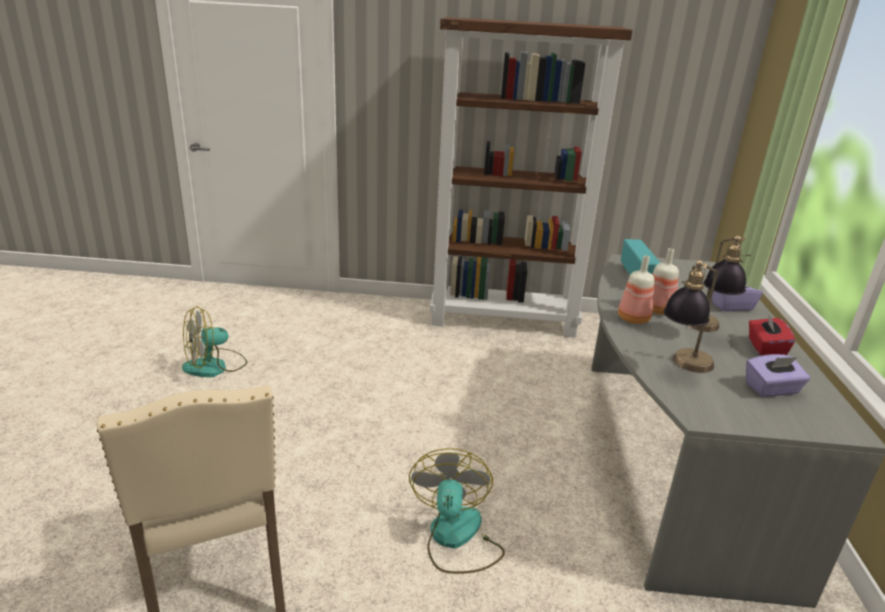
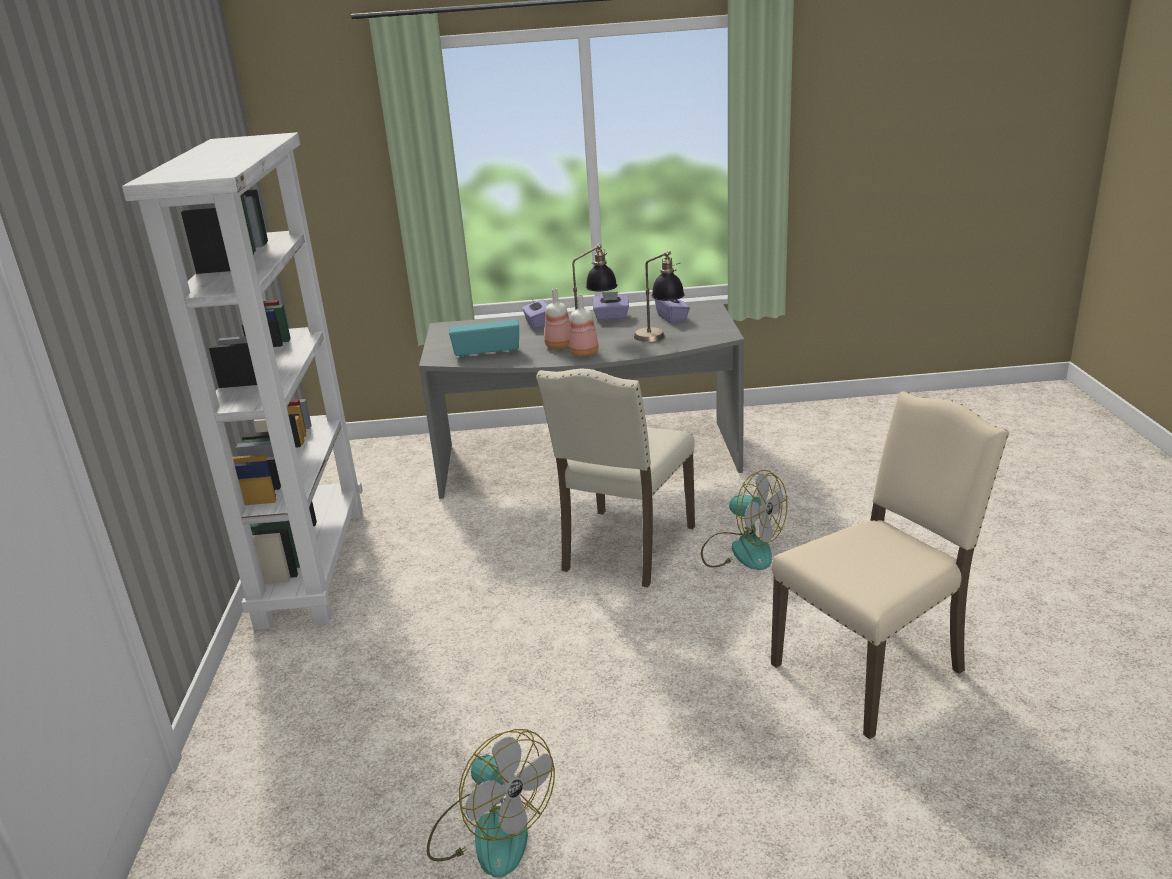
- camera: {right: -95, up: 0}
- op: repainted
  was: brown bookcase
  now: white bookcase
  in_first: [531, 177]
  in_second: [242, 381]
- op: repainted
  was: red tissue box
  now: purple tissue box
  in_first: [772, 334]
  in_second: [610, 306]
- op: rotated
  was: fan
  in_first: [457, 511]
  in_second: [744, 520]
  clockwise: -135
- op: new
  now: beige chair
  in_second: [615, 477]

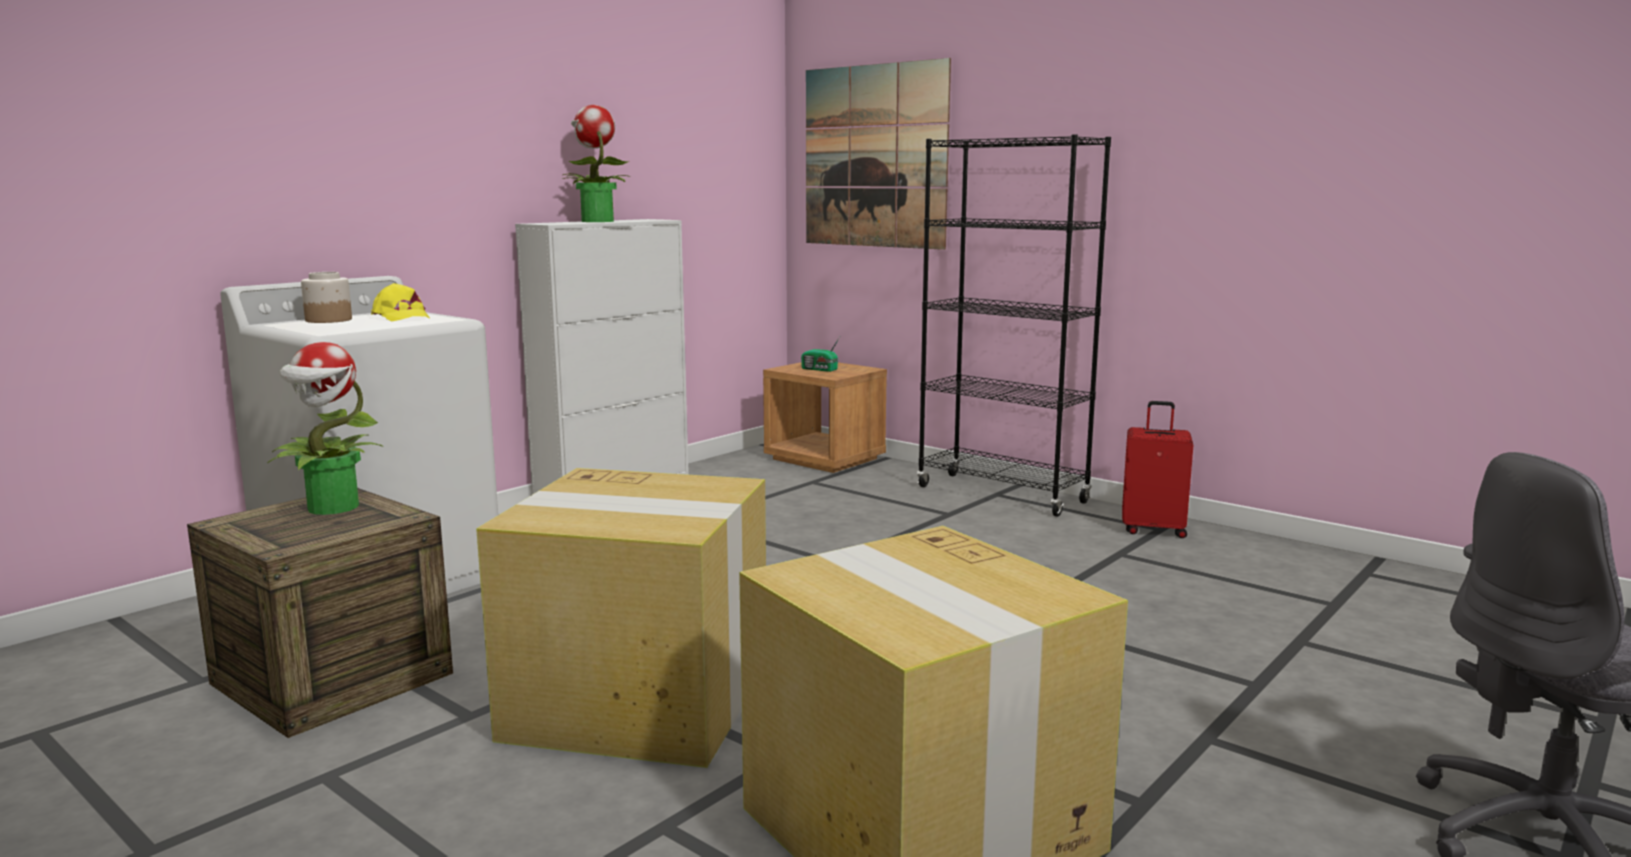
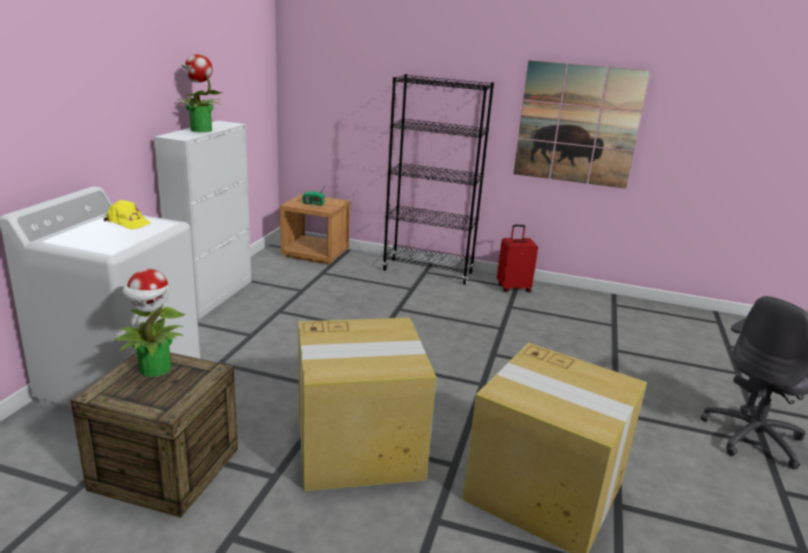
- camera: {right: -25, up: 10}
- op: shifted
  was: picture
  in_first: [878, 154]
  in_second: [581, 124]
- op: gone
  was: jar
  in_first: [326, 297]

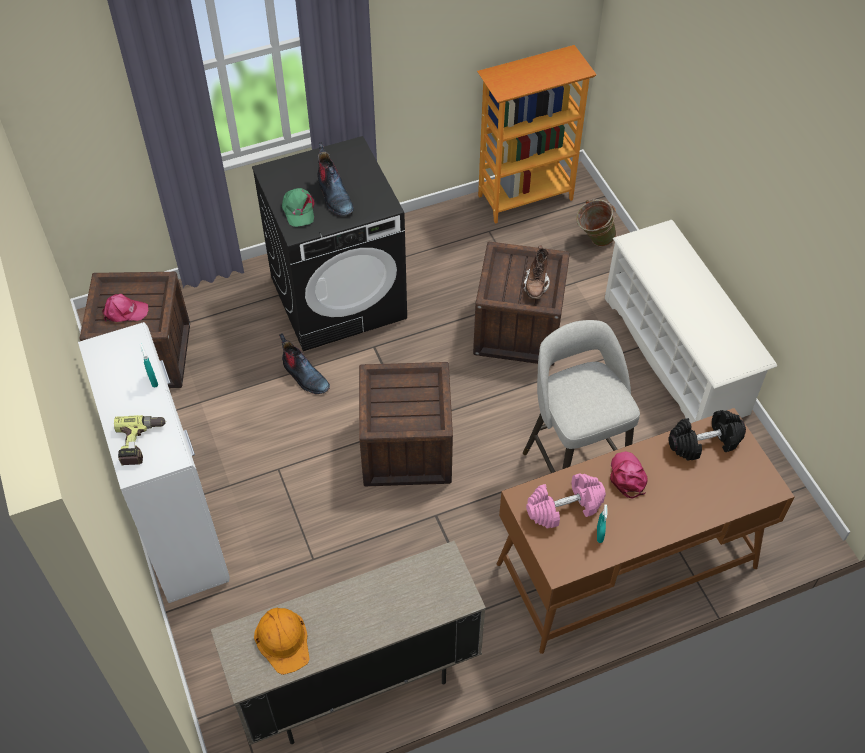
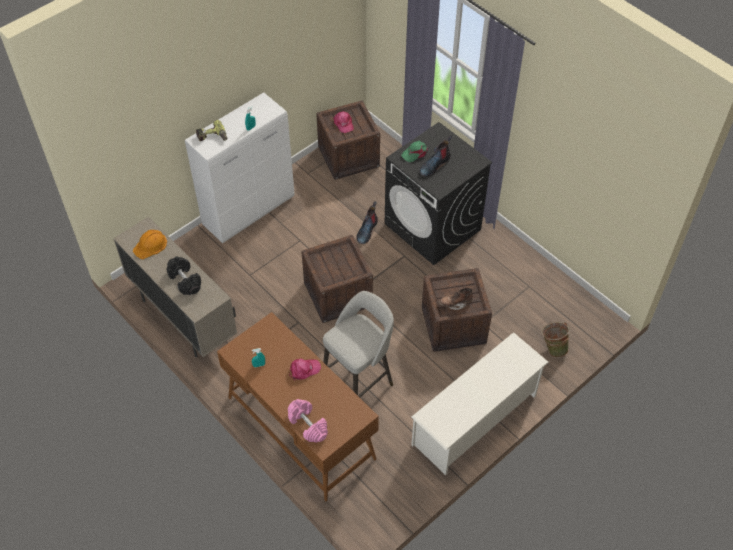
- camera: {right: 70, up: 0}
- op: gone
  was: bookcase
  in_first: [537, 134]
- op: shifted
  was: black dumbbell
  in_first: [707, 435]
  in_second: [184, 275]
- op: shifted
  was: pink dumbbell
  in_first: [566, 500]
  in_second: [308, 421]

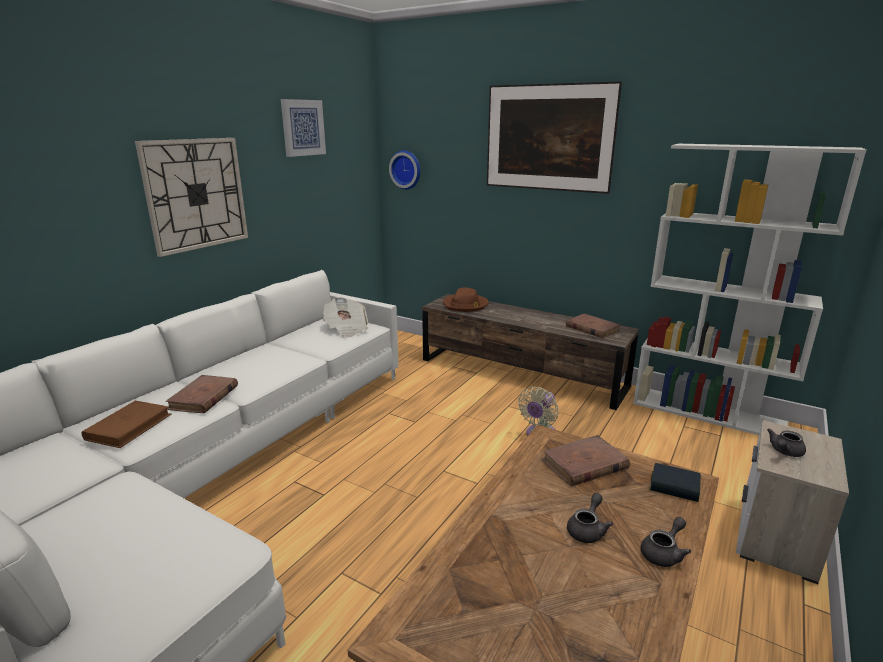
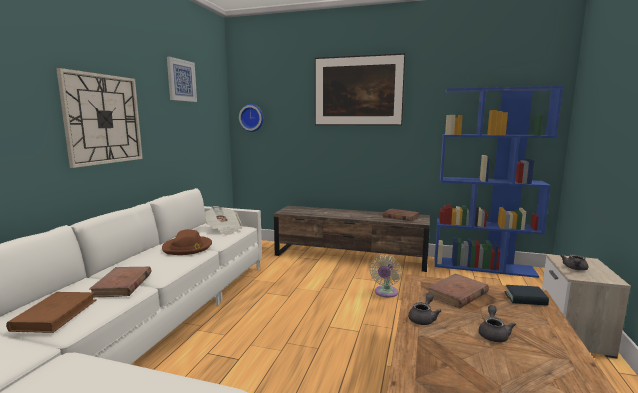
- camera: {right: -15, up: -10}
- op: repainted
  was: white bookcase
  now: blue bookcase
  in_first: [750, 289]
  in_second: [499, 182]
- op: shifted
  was: brown hat
  in_first: [466, 299]
  in_second: [187, 242]
- op: shifted
  was: grey teapot
  in_first: [666, 542]
  in_second: [424, 309]

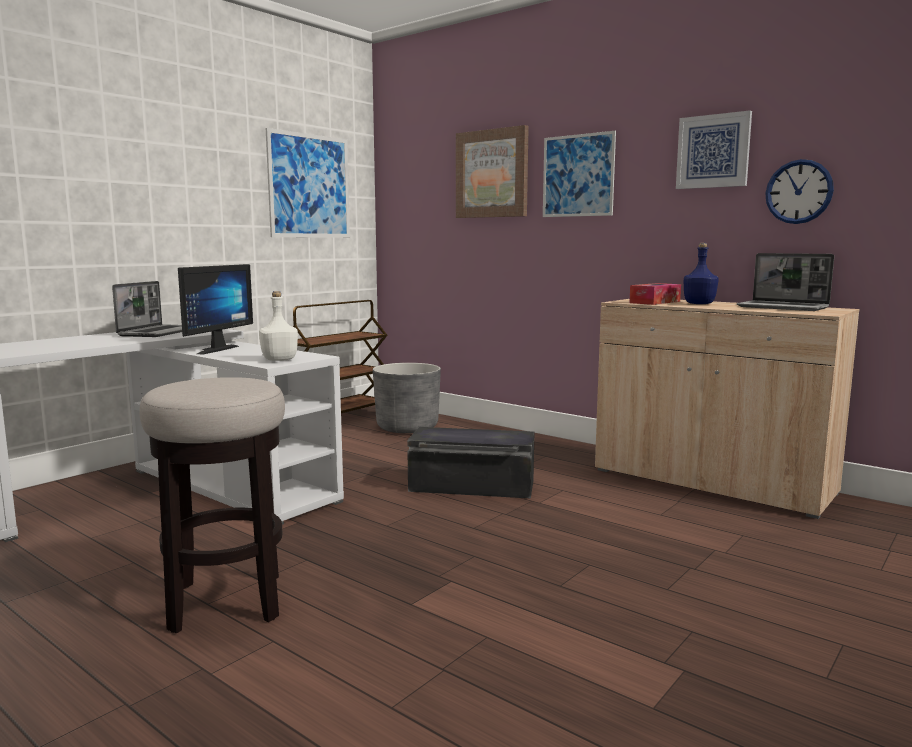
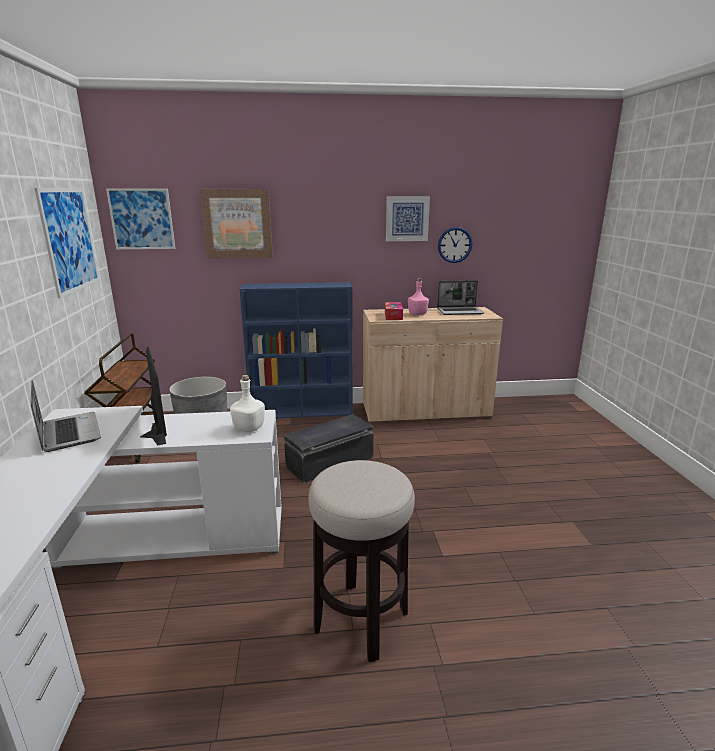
- camera: {right: -45, up: 10}
- op: shifted
  was: picture
  in_first: [579, 174]
  in_second: [140, 218]
- op: repainted
  was: blue bottle
  now: pink bottle
  in_first: [701, 273]
  in_second: [418, 296]
- op: new
  now: blue bookcase
  in_second: [296, 350]

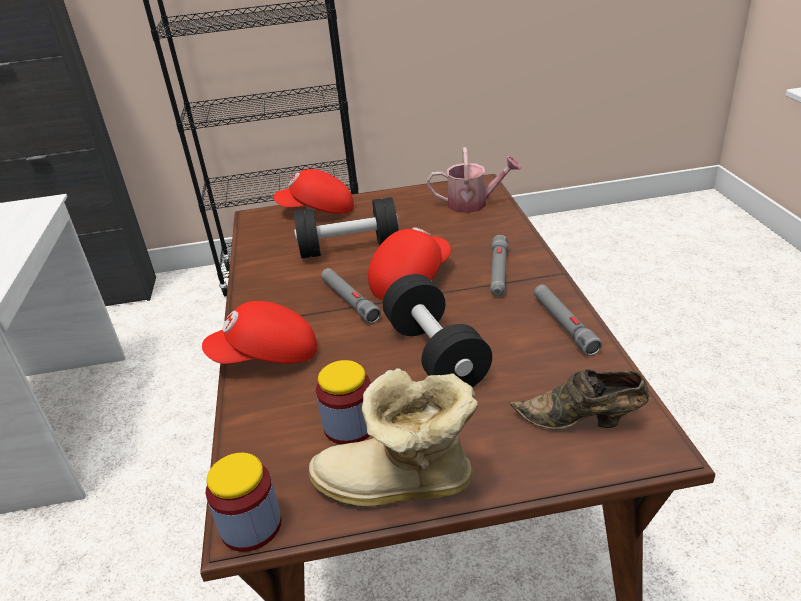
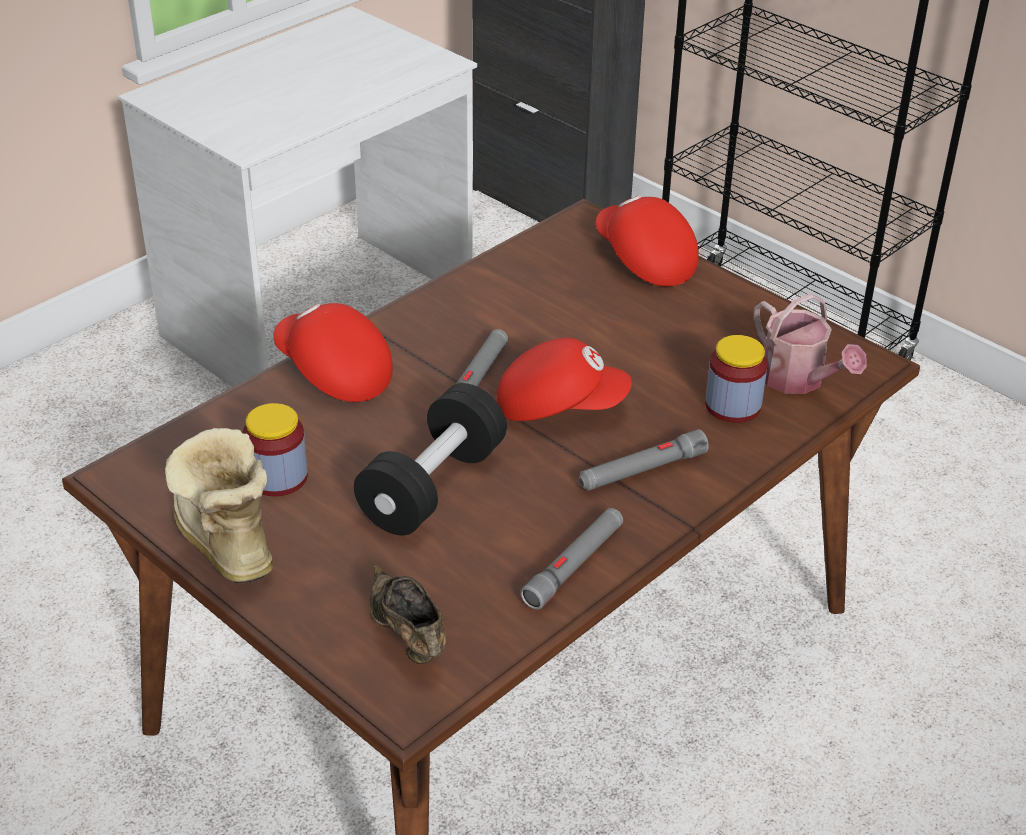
- camera: {right: 50, up: 5}
- op: gone
  was: black dumbbell
  in_first: [346, 228]
- op: shifted
  was: jar
  in_first: [244, 502]
  in_second: [736, 379]

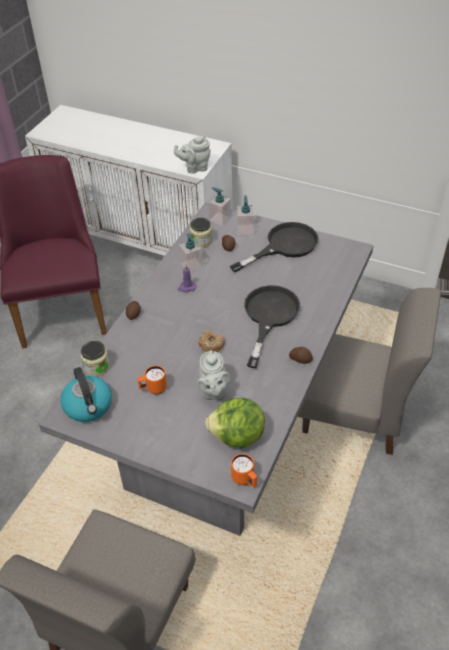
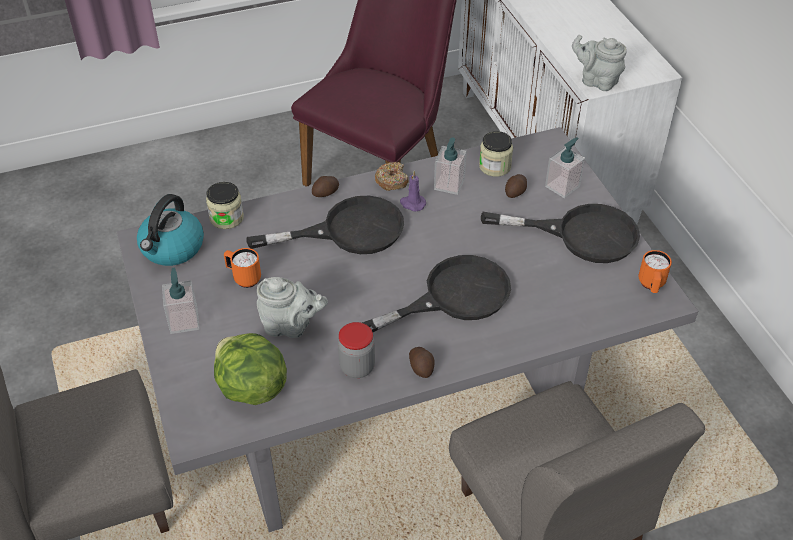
- camera: {right: 45, up: 0}
- op: shifted
  was: soap dispenser
  in_first: [219, 206]
  in_second: [181, 300]
- op: shifted
  was: donut
  in_first: [211, 341]
  in_second: [392, 176]
- op: rotated
  was: grey teapot
  in_first: [214, 375]
  in_second: [292, 307]
  clockwise: -120
- op: shifted
  was: orange mug
  in_first: [244, 470]
  in_second: [655, 271]
- op: new
  now: black frying pan
  in_second: [325, 225]
- op: new
  now: jar
  in_second: [356, 350]

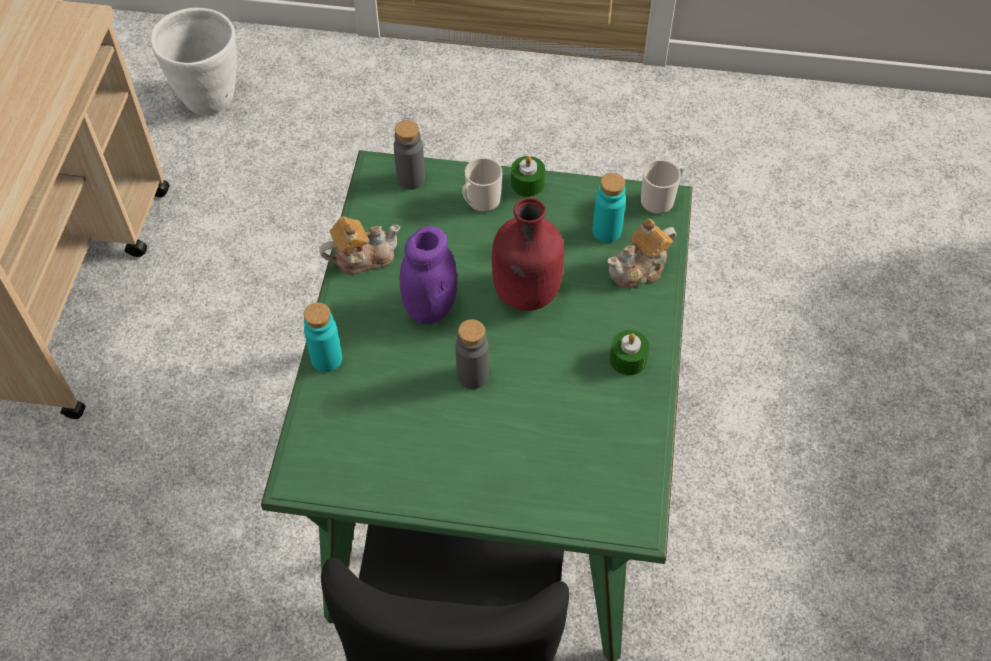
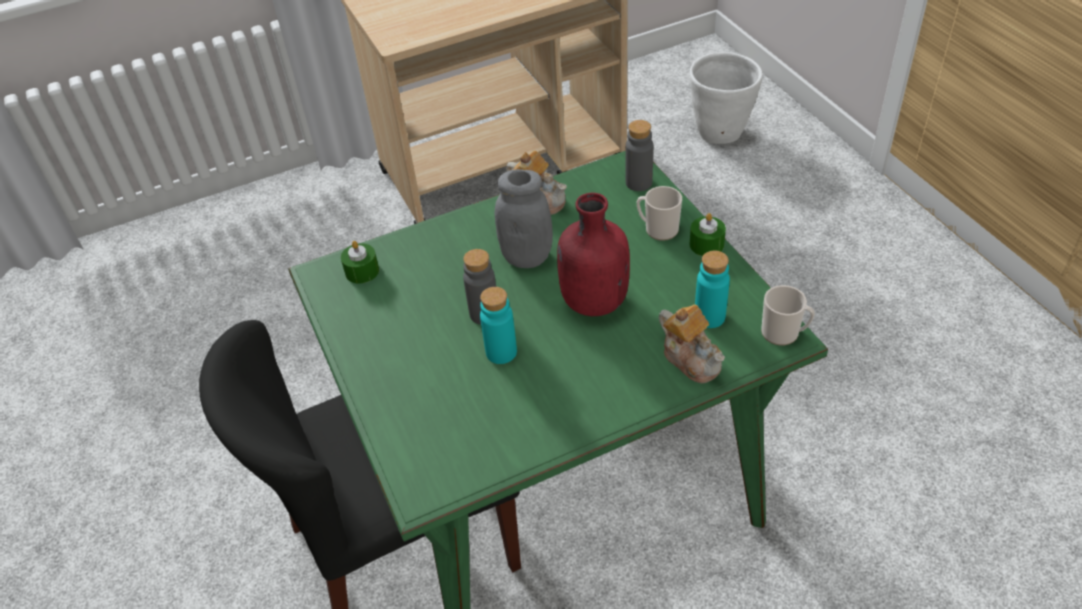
- camera: {right: 60, up: -10}
- op: rotated
  was: teapot
  in_first: [642, 253]
  in_second: [691, 343]
  clockwise: -150
- op: repainted
  was: purple jar
  now: grey jar
  in_first: [428, 275]
  in_second: [524, 218]
- op: shifted
  was: turquoise bottle
  in_first: [323, 337]
  in_second: [498, 325]
- op: shifted
  was: green candle
  in_first: [630, 352]
  in_second: [360, 262]

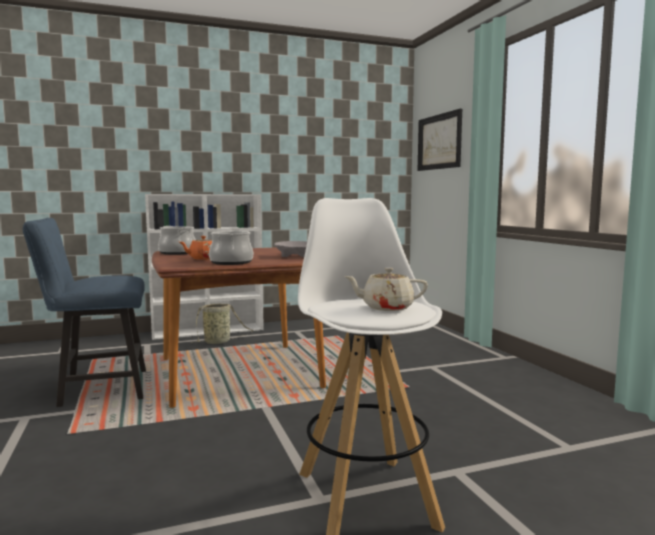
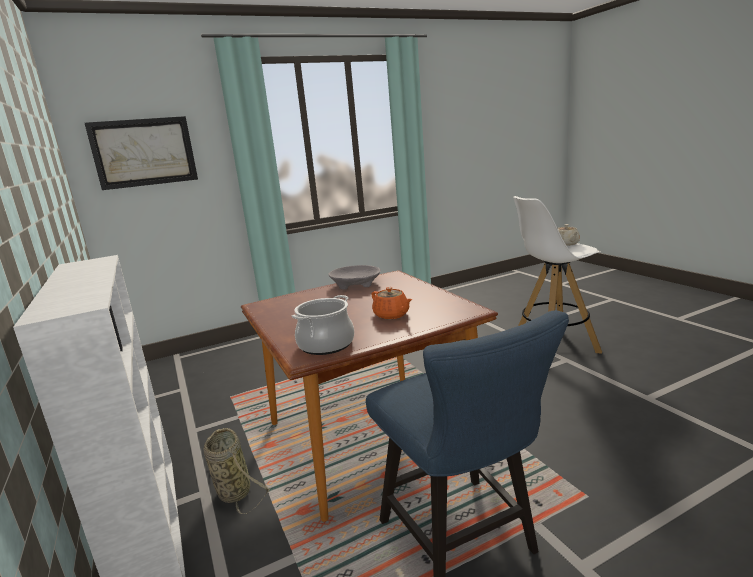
- camera: {right: -95, up: 10}
- op: gone
  was: cooking pot
  in_first: [231, 247]

